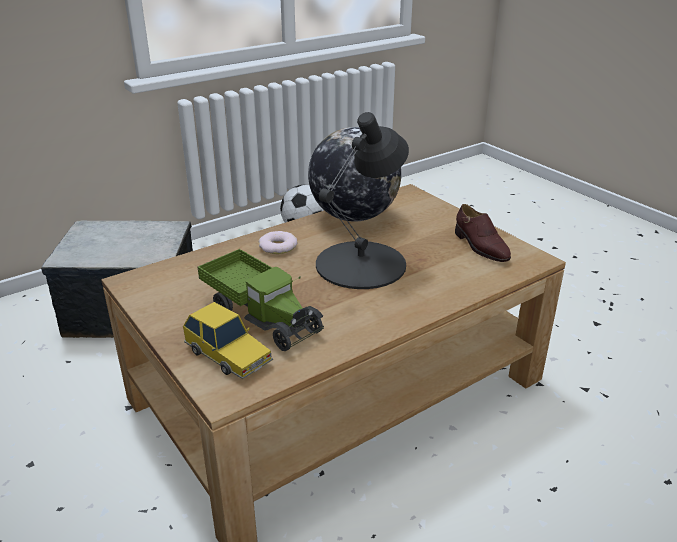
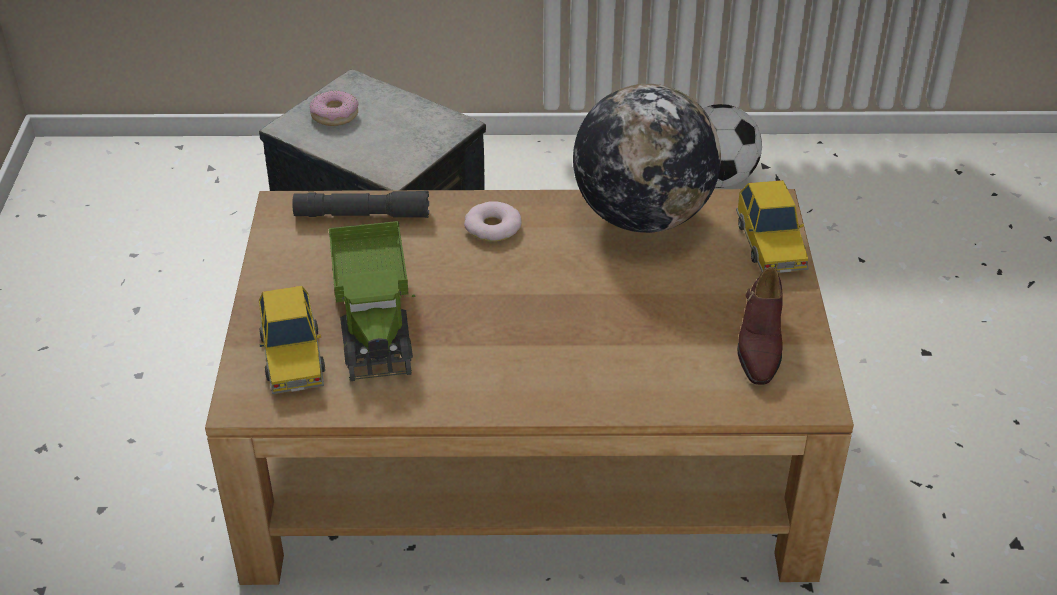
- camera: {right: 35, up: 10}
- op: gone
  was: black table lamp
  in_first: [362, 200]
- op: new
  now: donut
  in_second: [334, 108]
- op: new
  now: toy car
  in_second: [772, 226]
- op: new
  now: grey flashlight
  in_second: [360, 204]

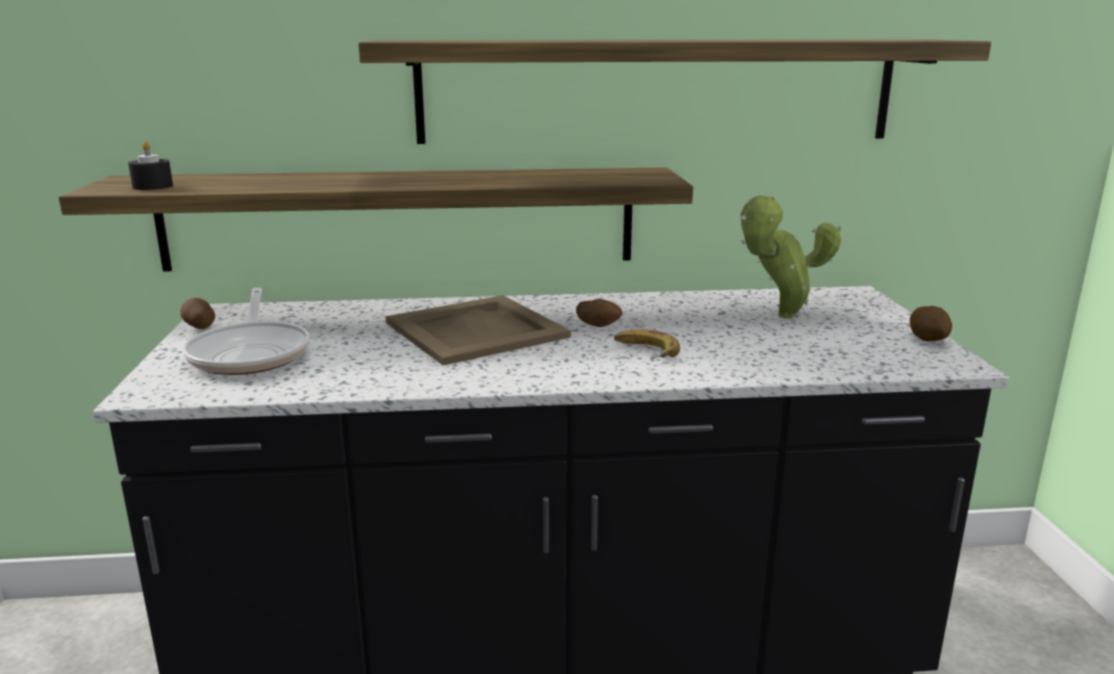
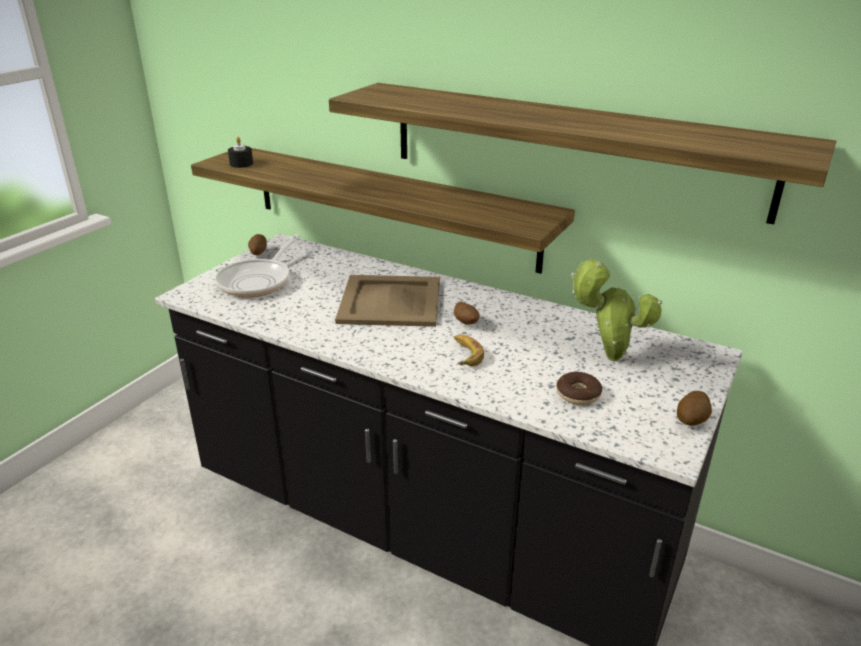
- camera: {right: 35, up: 10}
- op: new
  now: donut
  in_second: [579, 388]

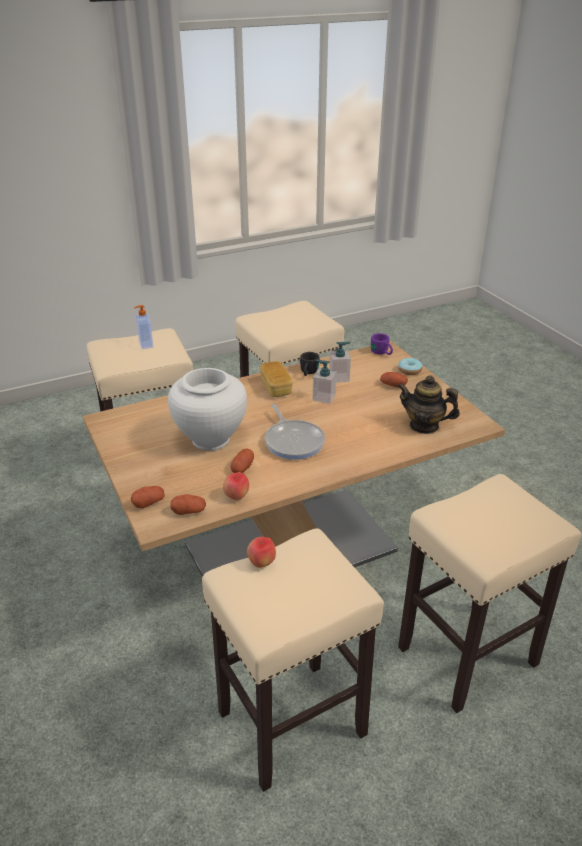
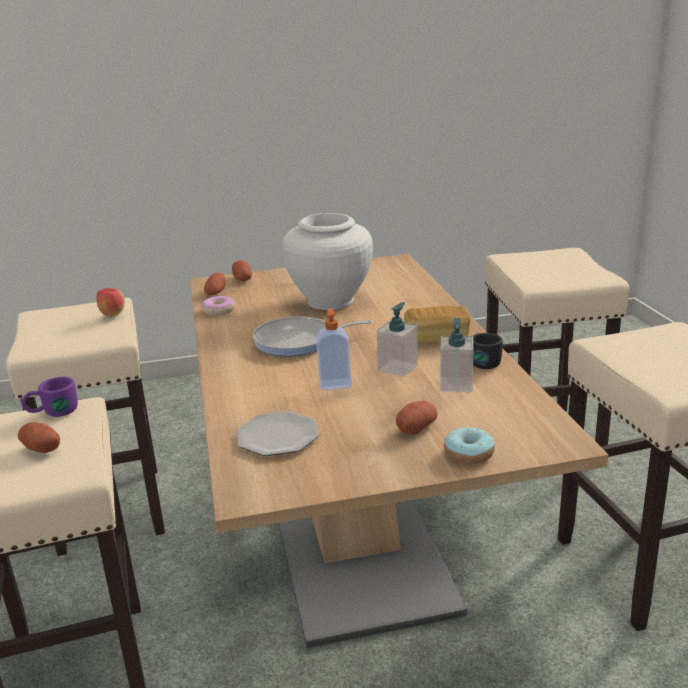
- camera: {right: 105, up: -10}
- op: shifted
  was: soap dispenser
  in_first: [143, 327]
  in_second: [333, 350]
- op: shifted
  was: purple mug
  in_first: [382, 344]
  in_second: [49, 397]
- op: swapped
  was: teapot
  now: plate
  in_first: [428, 404]
  in_second: [278, 433]
- op: shifted
  was: potato
  in_first: [242, 461]
  in_second: [38, 437]
- op: swapped
  was: apple
  now: donut
  in_first: [236, 486]
  in_second: [218, 306]

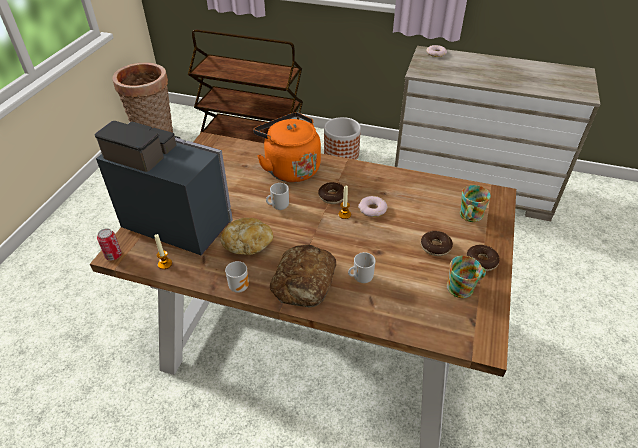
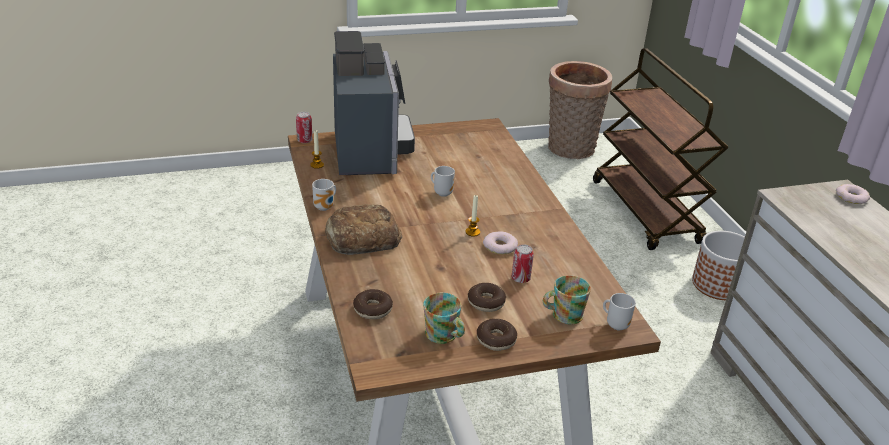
- camera: {right: 55, up: -10}
- op: gone
  was: orange kettle
  in_first: [287, 147]
- op: shifted
  was: donut
  in_first: [331, 193]
  in_second: [373, 304]
- op: gone
  was: bread
  in_first: [246, 236]
- op: shifted
  was: mug
  in_first: [361, 267]
  in_second: [619, 311]
- op: new
  now: can
  in_second: [523, 263]

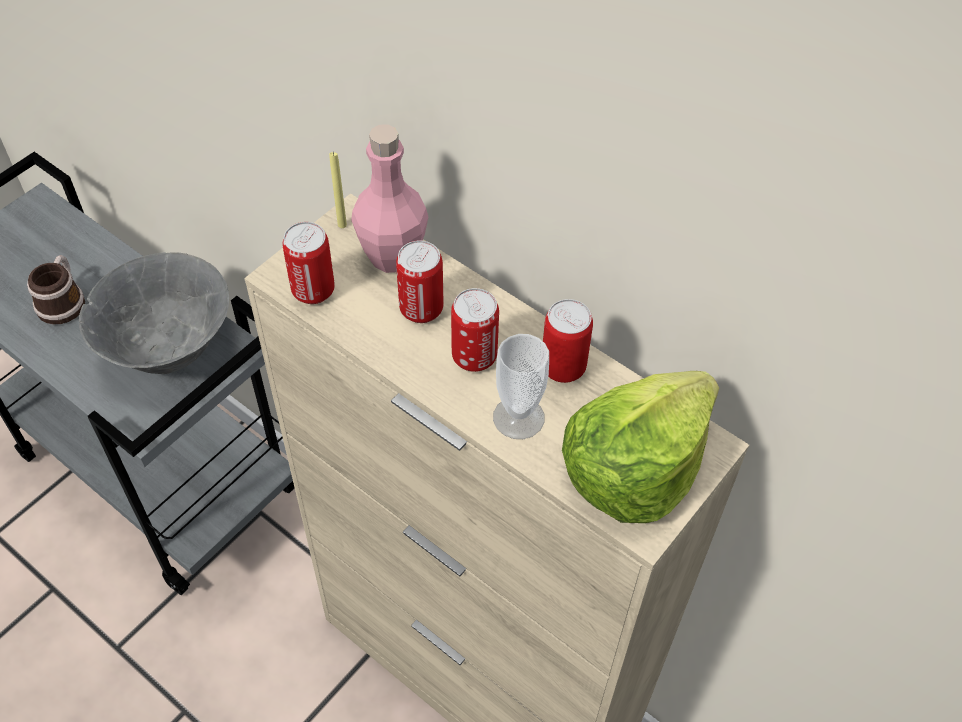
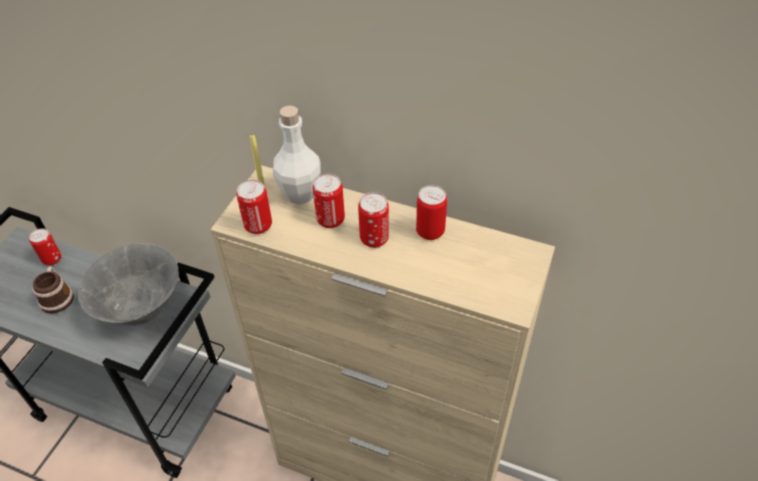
- camera: {right: -15, up: -5}
- op: repainted
  was: pink bottle
  now: white bottle
  in_first: [389, 198]
  in_second: [297, 154]
- op: gone
  was: cup
  in_first: [521, 386]
- op: gone
  was: lettuce
  in_first: [640, 447]
- op: new
  now: can
  in_second: [45, 246]

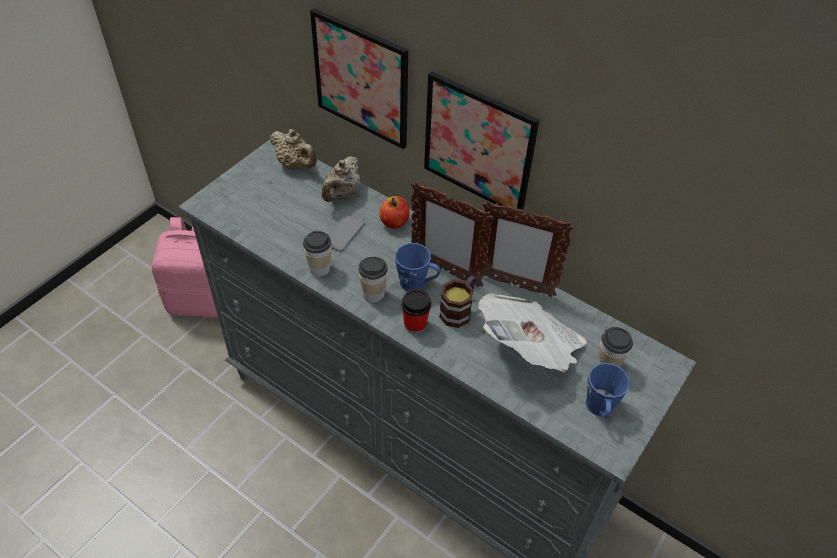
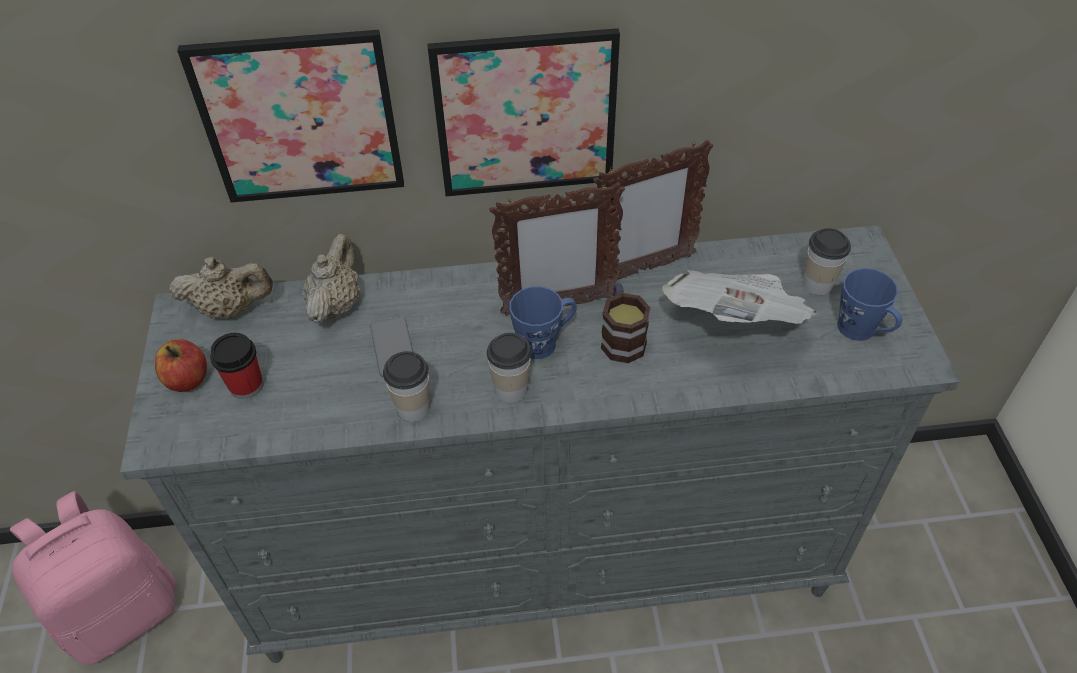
- camera: {right: -40, up: 0}
- op: rotated
  was: beige teapot
  in_first: [341, 179]
  in_second: [331, 278]
  clockwise: -150
- op: shifted
  was: apple
  in_first: [395, 212]
  in_second: [181, 365]
- op: shifted
  was: cup
  in_first: [416, 311]
  in_second: [236, 366]

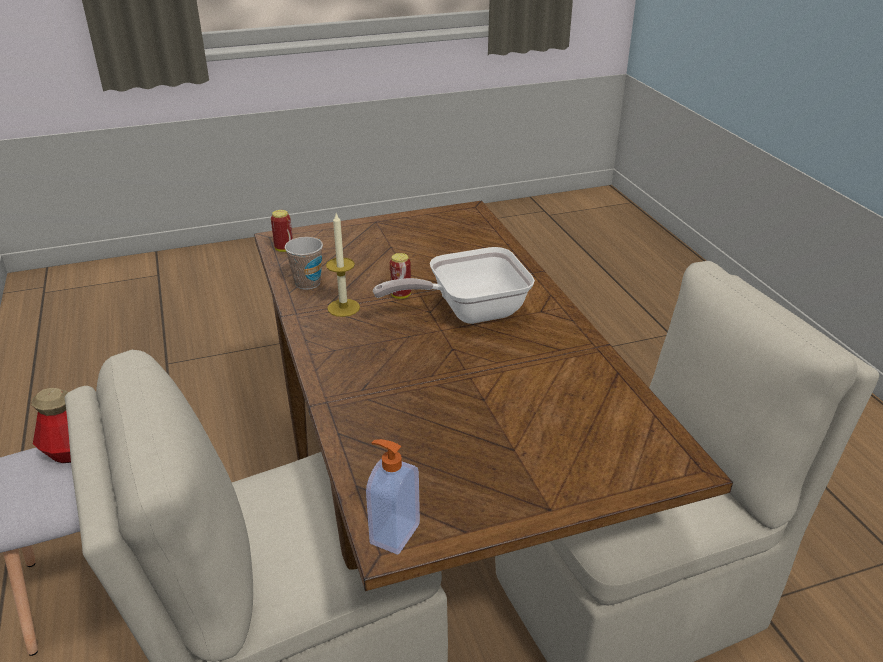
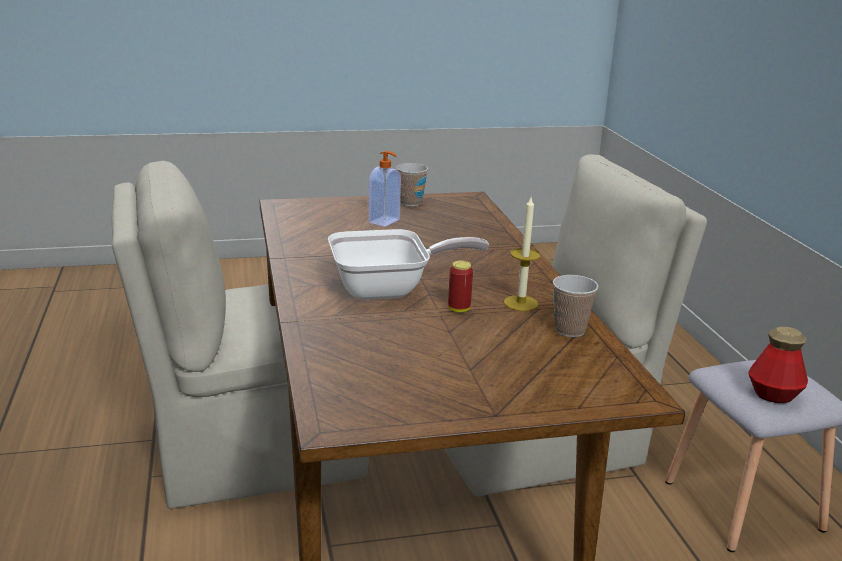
- camera: {right: -175, up: -10}
- op: gone
  was: can
  in_first: [282, 231]
- op: shifted
  was: soap dispenser
  in_first: [393, 497]
  in_second: [384, 189]
- op: new
  now: cup
  in_second: [412, 184]

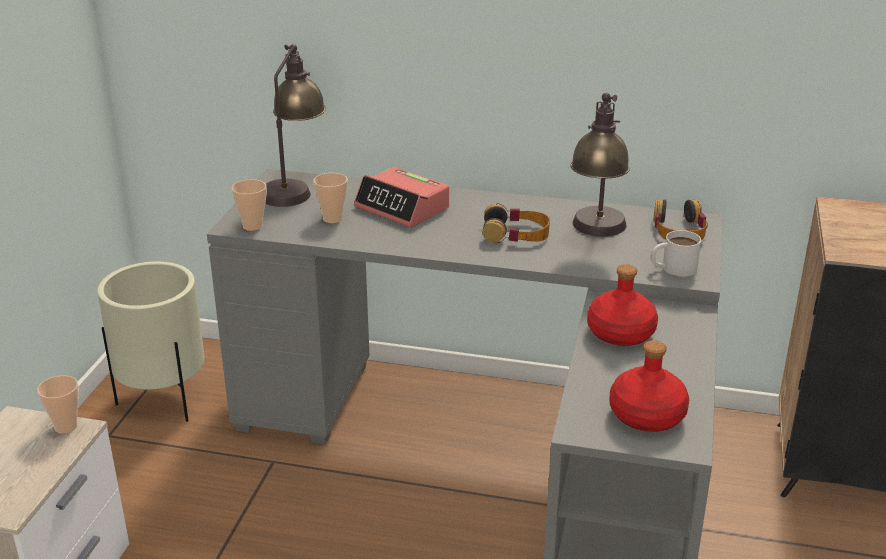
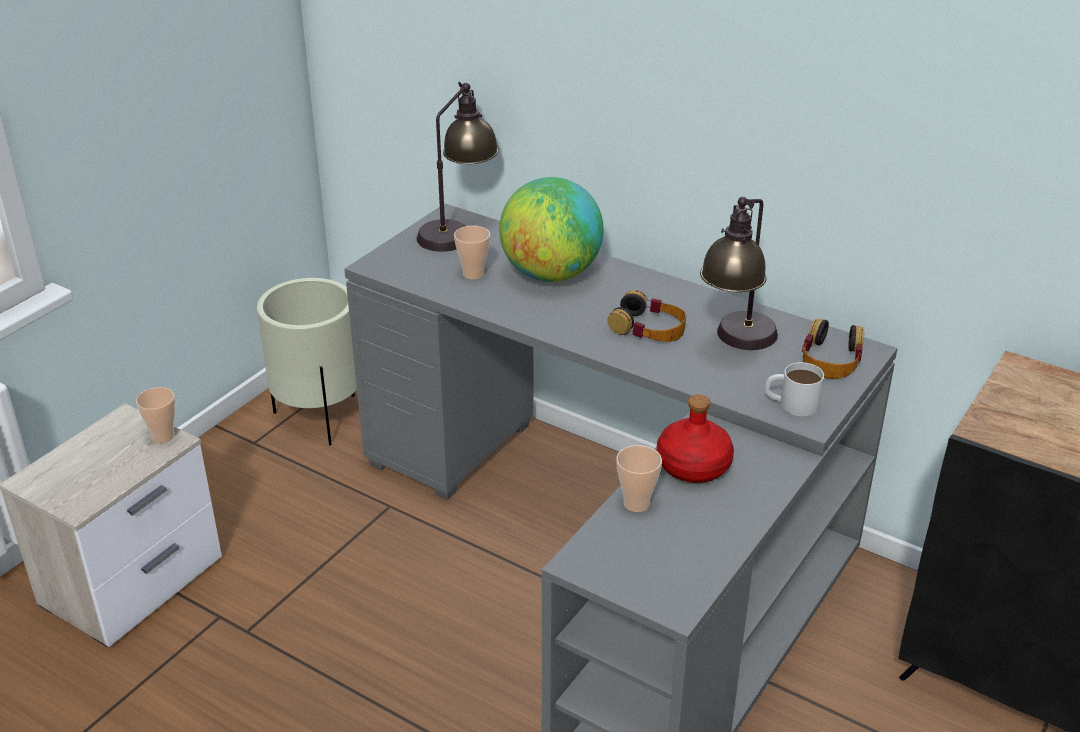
- camera: {right: 20, up: 5}
- op: swapped
  was: alarm clock
  now: globe
  in_first: [401, 197]
  in_second: [551, 229]
- op: shifted
  was: cup
  in_first: [249, 205]
  in_second: [639, 478]
- op: gone
  was: red bottle
  in_first: [649, 386]

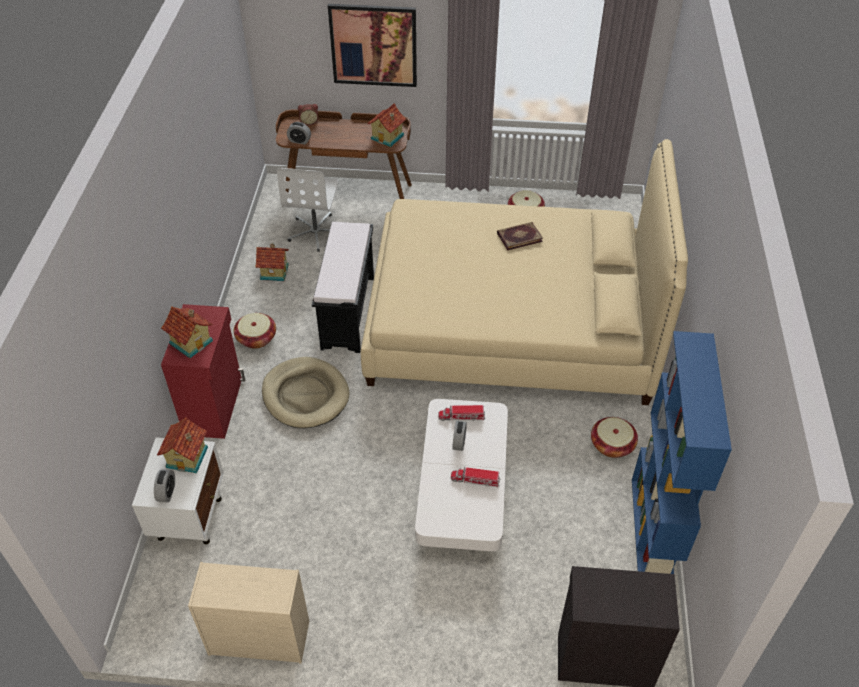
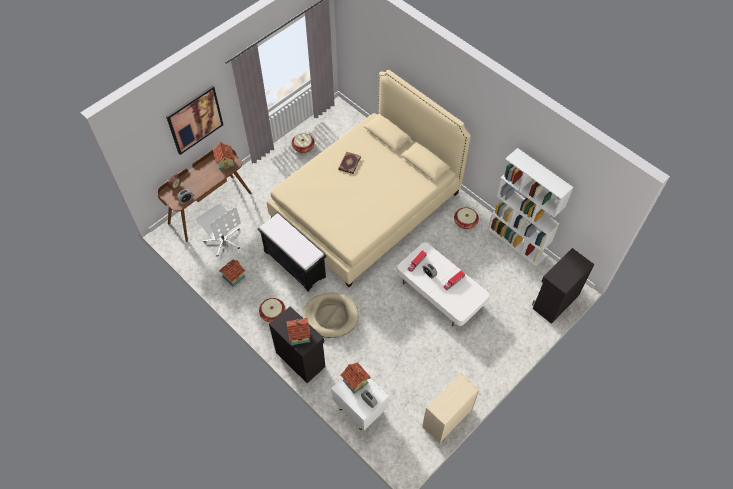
- camera: {right: -50, up: 10}
- op: repainted
  was: red cabinet
  now: black cabinet
  in_first: [203, 371]
  in_second: [297, 344]
- op: repainted
  was: blue bookcase
  now: white bookcase
  in_first: [682, 452]
  in_second: [530, 207]

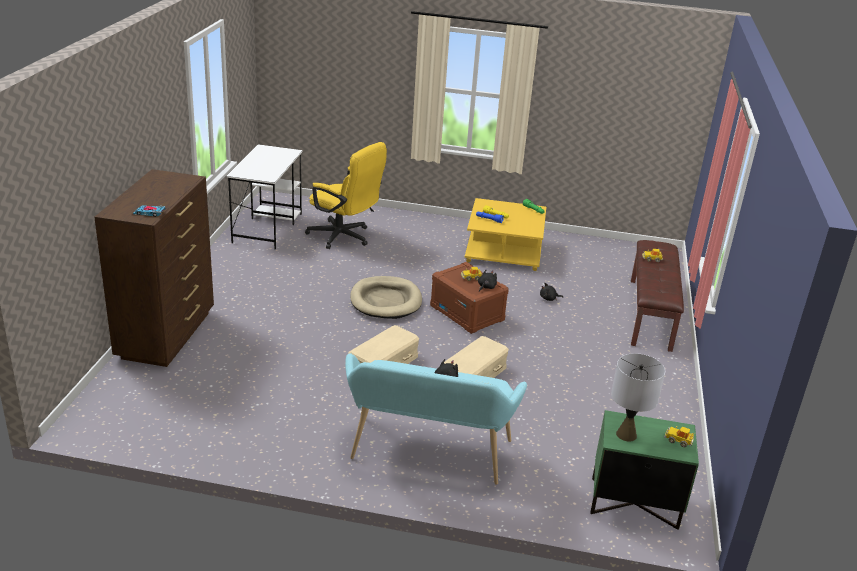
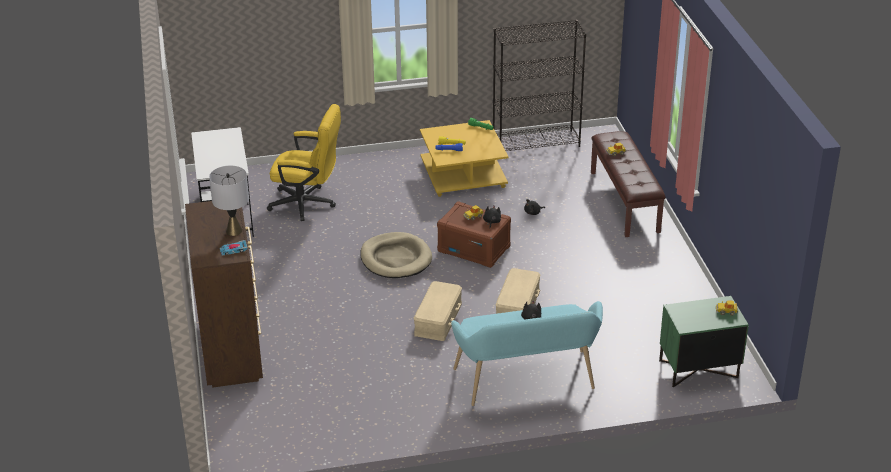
- camera: {right: -20, up: 5}
- op: shifted
  was: grey table lamp
  in_first: [638, 397]
  in_second: [229, 201]
- op: new
  now: black bookcase
  in_second: [539, 85]

